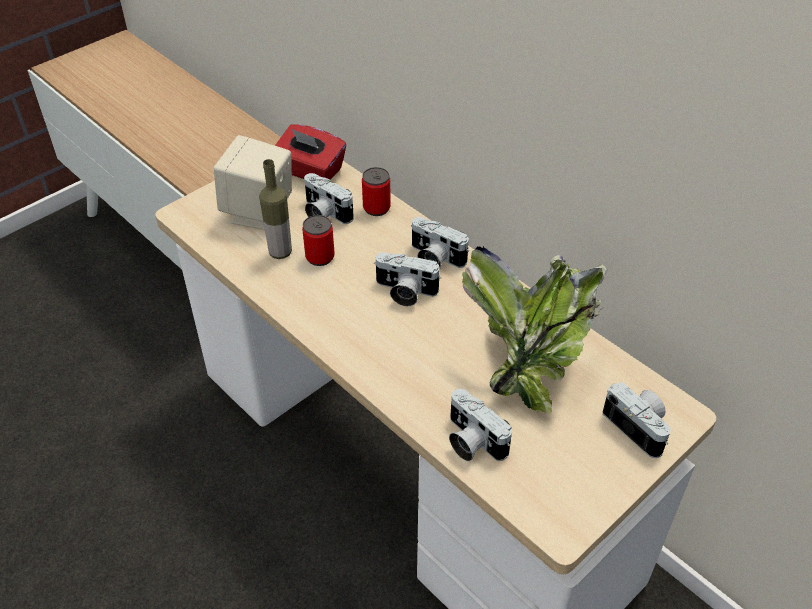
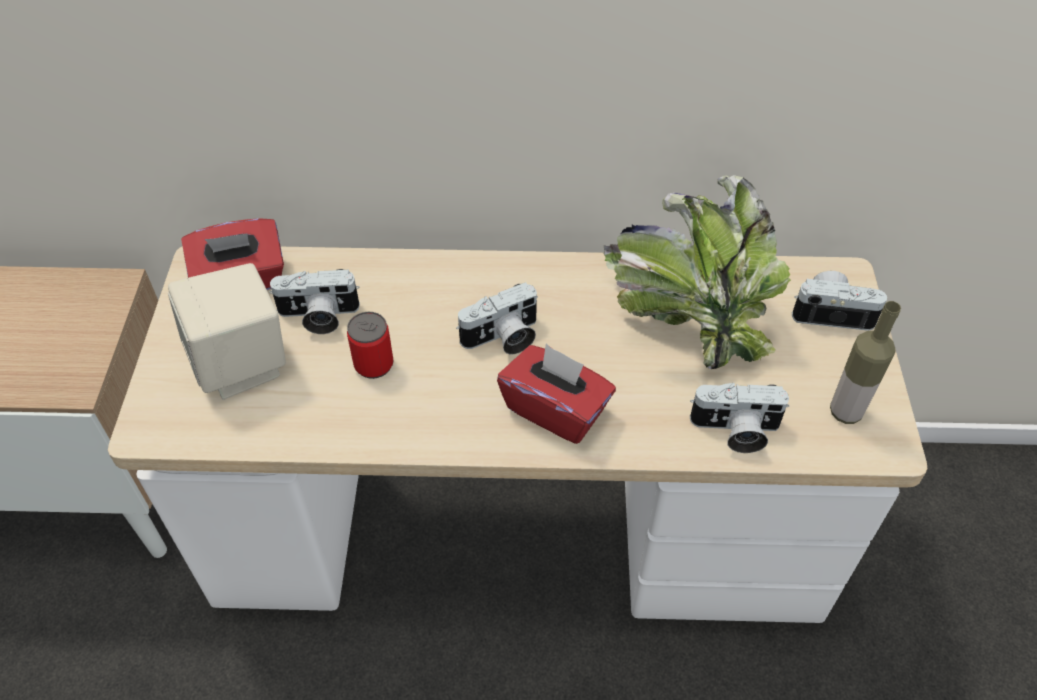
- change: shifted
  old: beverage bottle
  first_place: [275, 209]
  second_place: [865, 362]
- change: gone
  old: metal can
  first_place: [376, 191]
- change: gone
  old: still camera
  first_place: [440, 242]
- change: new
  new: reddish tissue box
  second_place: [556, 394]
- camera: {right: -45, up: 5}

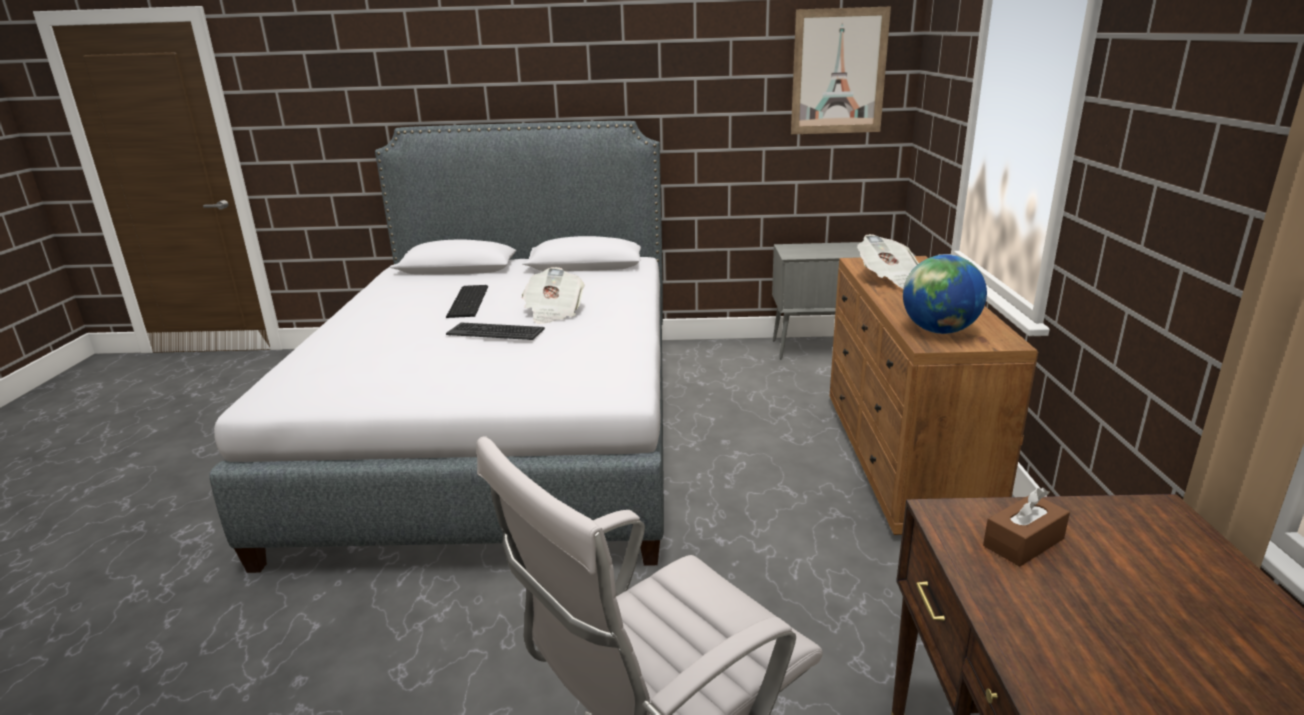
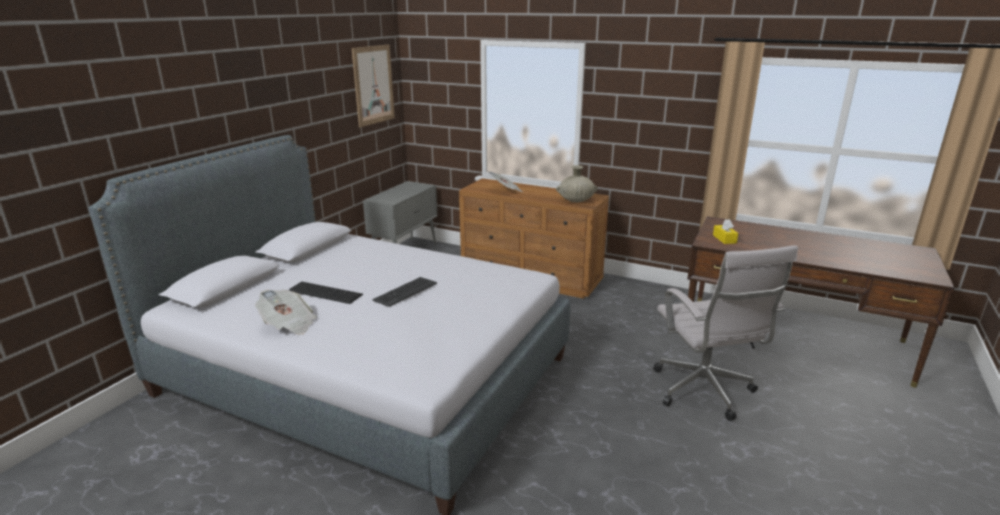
- change: swapped
  old: globe
  new: beige-coloured decorative vase
  first_place: [945, 294]
  second_place: [577, 183]
- change: shifted
  old: daily paper
  first_place: [553, 295]
  second_place: [286, 312]
- change: repainted
  old: brownish tissue box
  new: yellow-coloured tissue box
  first_place: [1026, 527]
  second_place: [725, 231]
- camera: {right: -65, up: 0}

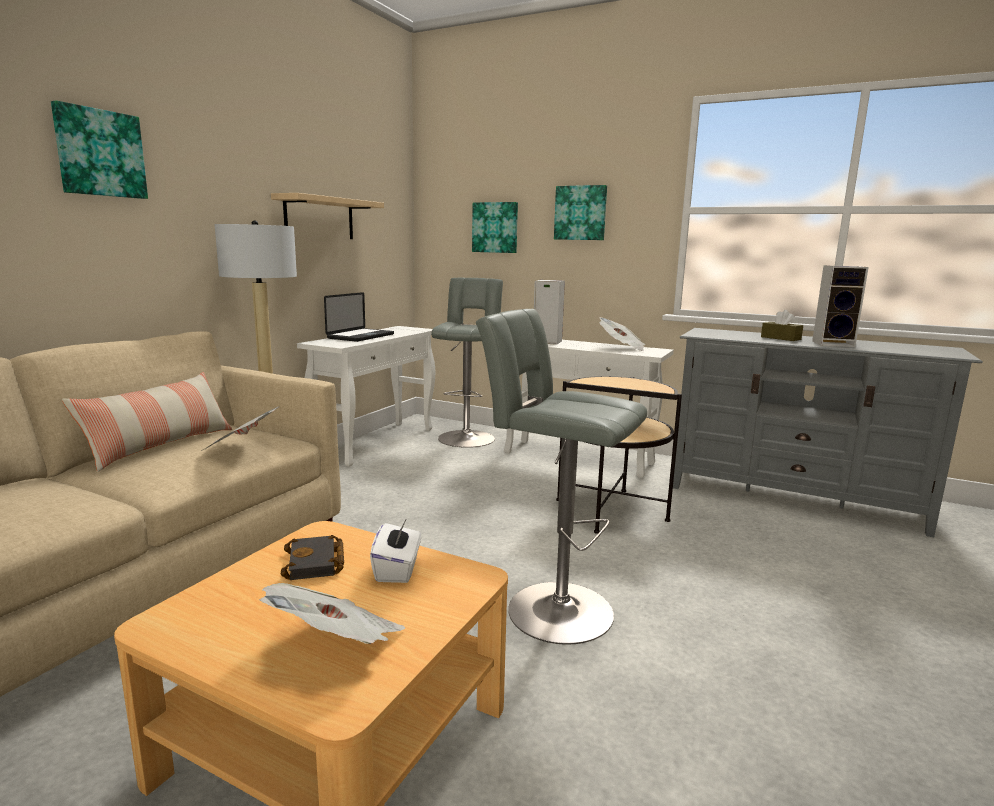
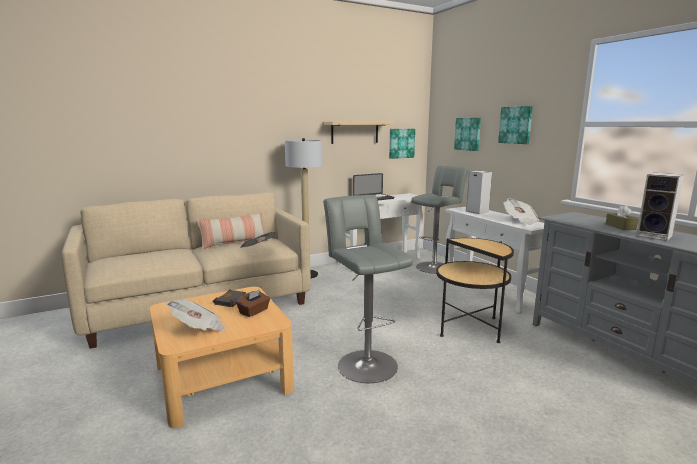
- change: shifted
  old: wall picture
  first_place: [99, 150]
  second_place: [402, 144]
- change: repainted
  old: whitish tissue box
  new: brownish tissue box
  first_place: [395, 550]
  second_place: [253, 303]
- camera: {right: 35, up: 0}

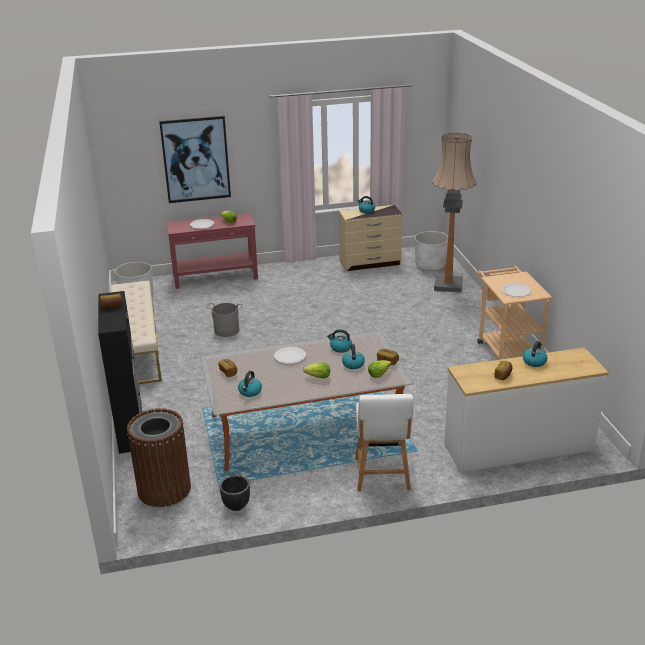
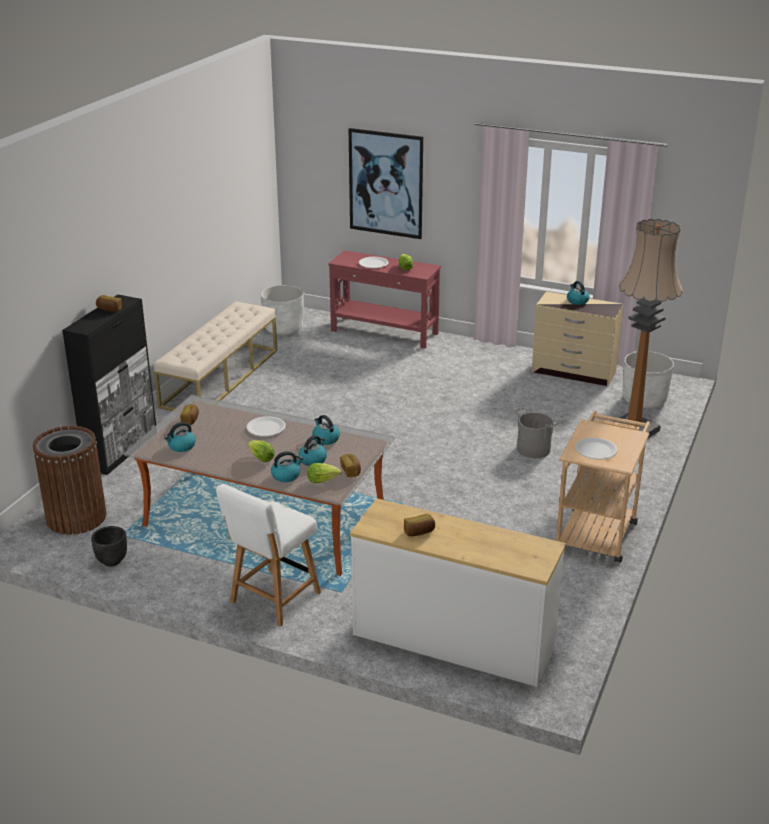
- change: shifted
  old: gray water bucket
  first_place: [225, 320]
  second_place: [536, 432]
- change: shifted
  old: water kettle
  first_place: [535, 354]
  second_place: [287, 466]
- camera: {right: 35, up: 0}

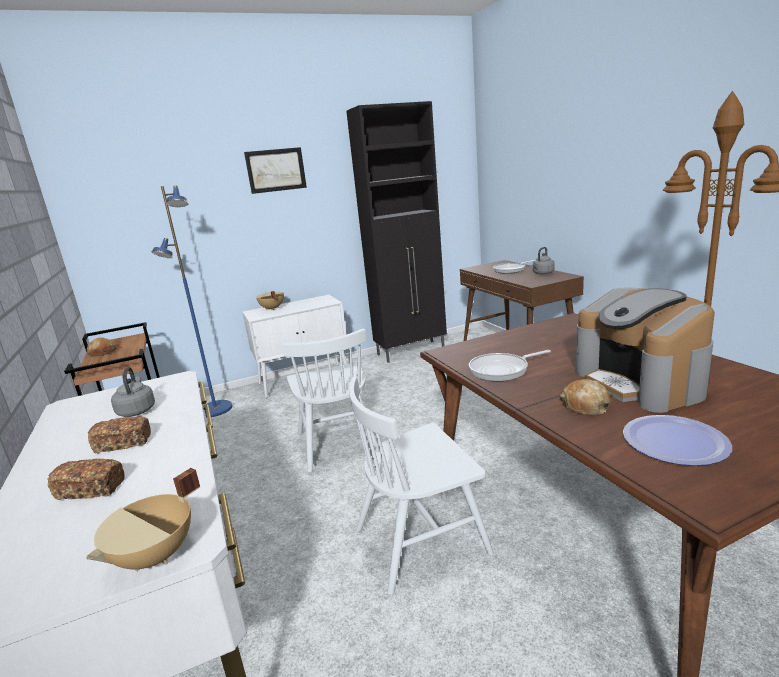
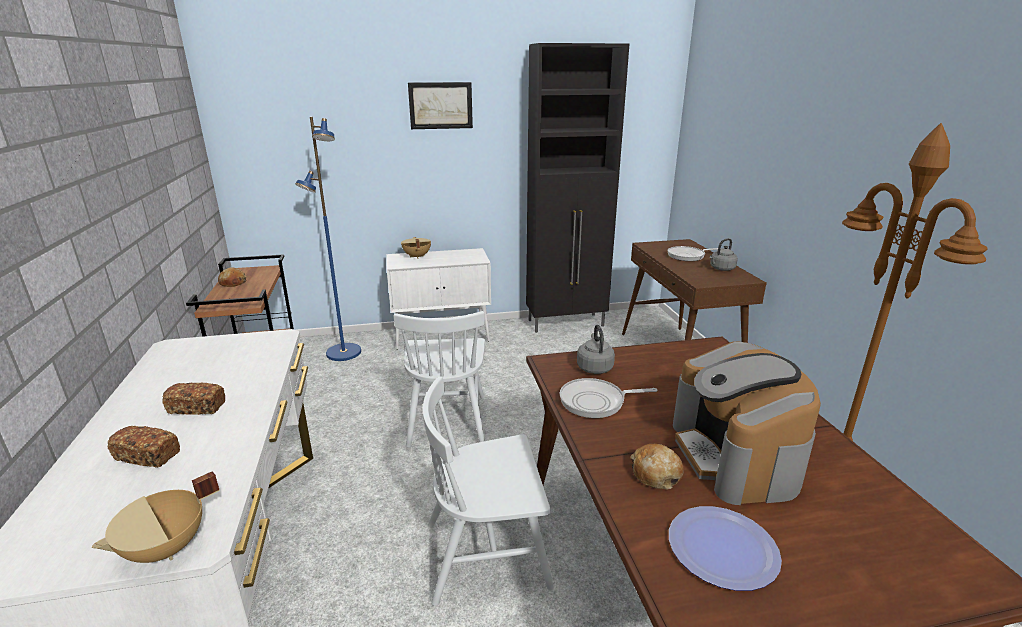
- change: shifted
  old: gray water kettle
  first_place: [133, 392]
  second_place: [596, 349]
- camera: {right: 10, up: 5}

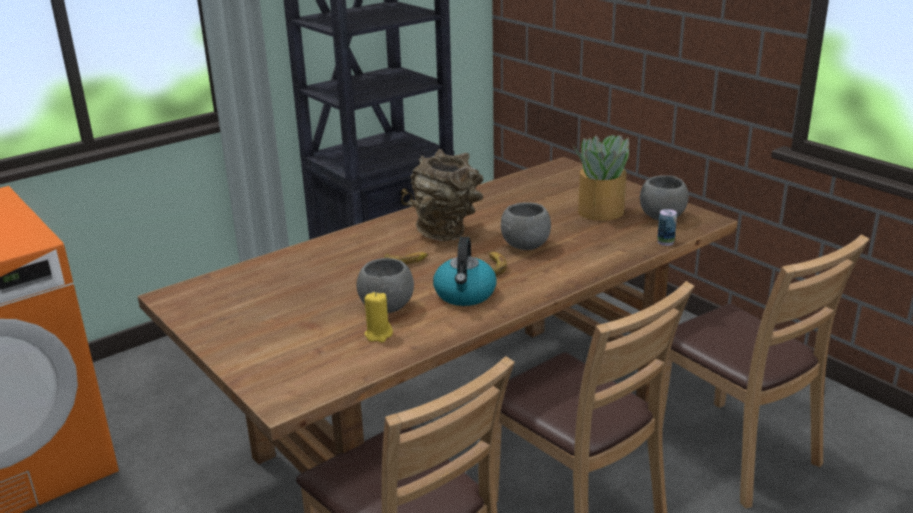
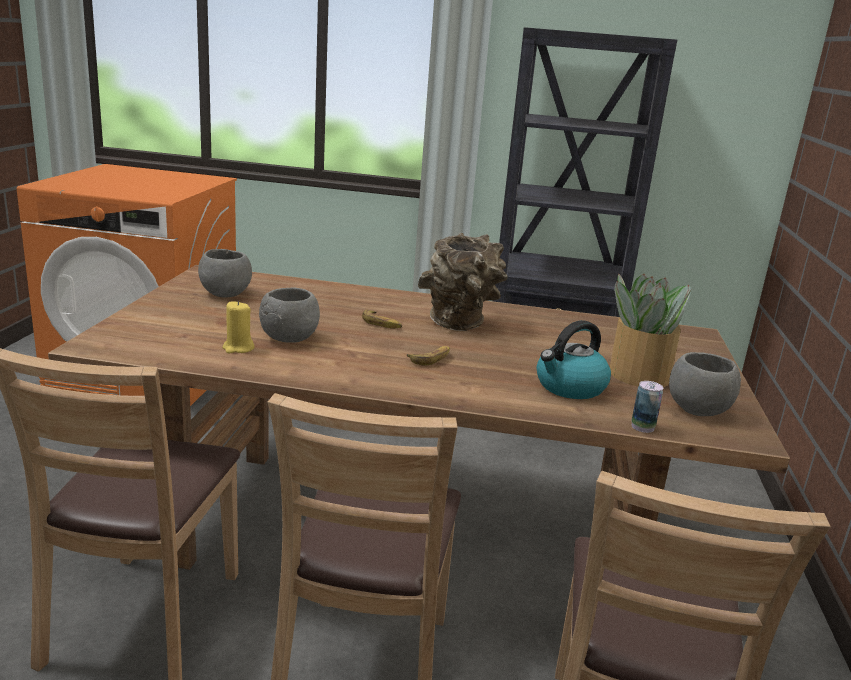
- change: shifted
  old: gray serving bowl
  first_place: [526, 226]
  second_place: [225, 273]
- change: shifted
  old: water kettle
  first_place: [465, 271]
  second_place: [574, 359]
- camera: {right: 45, up: -5}

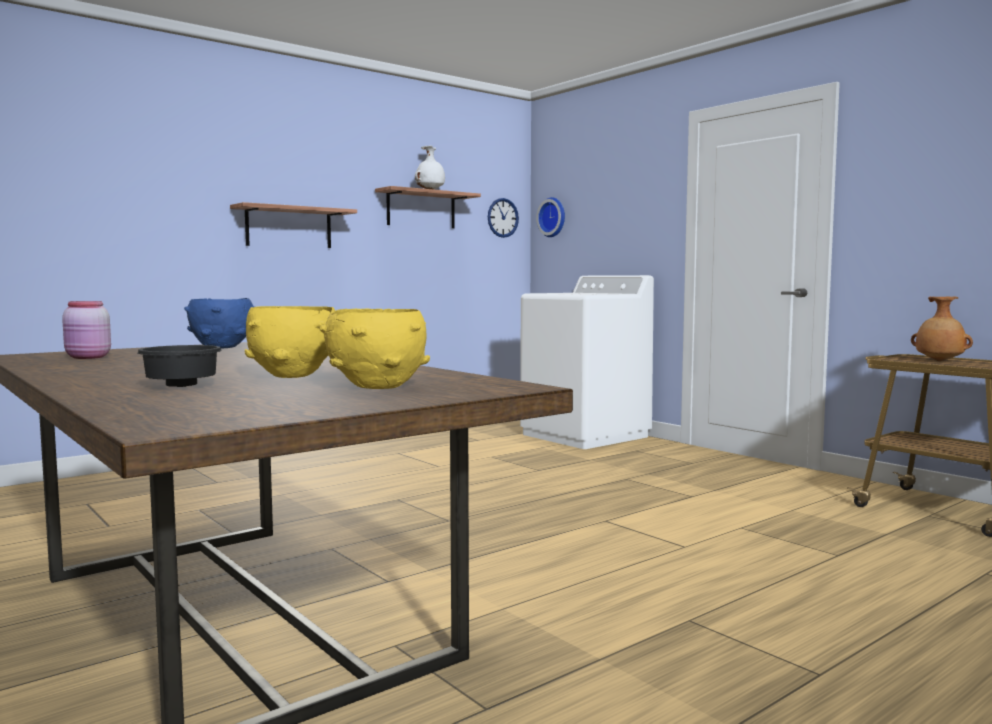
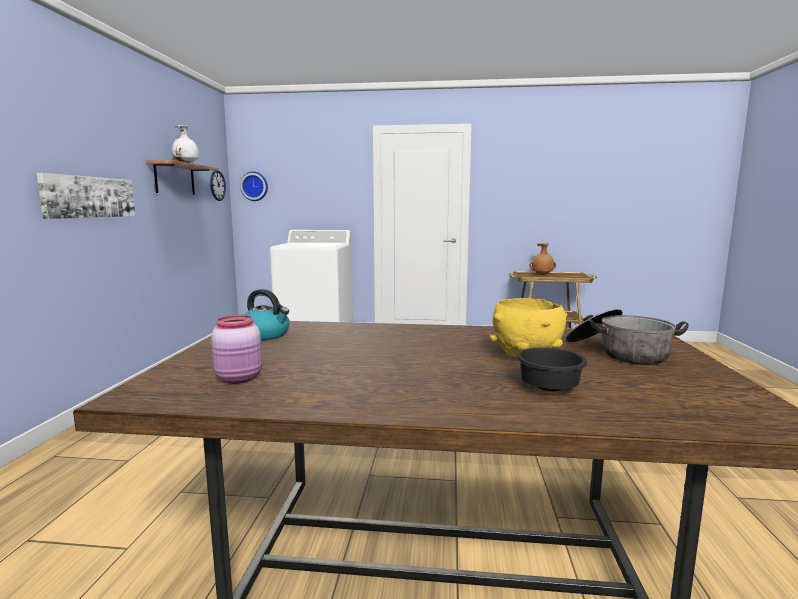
- change: swapped
  old: shelf
  new: wall picture
  first_place: [293, 225]
  second_place: [85, 196]
- change: swapped
  old: blue serving bowl
  new: water kettle
  first_place: [219, 323]
  second_place: [267, 314]
- change: swapped
  old: yellow-coloured serving bowl
  new: saucepot
  first_place: [375, 348]
  second_place: [627, 337]
- camera: {right: -45, up: 5}

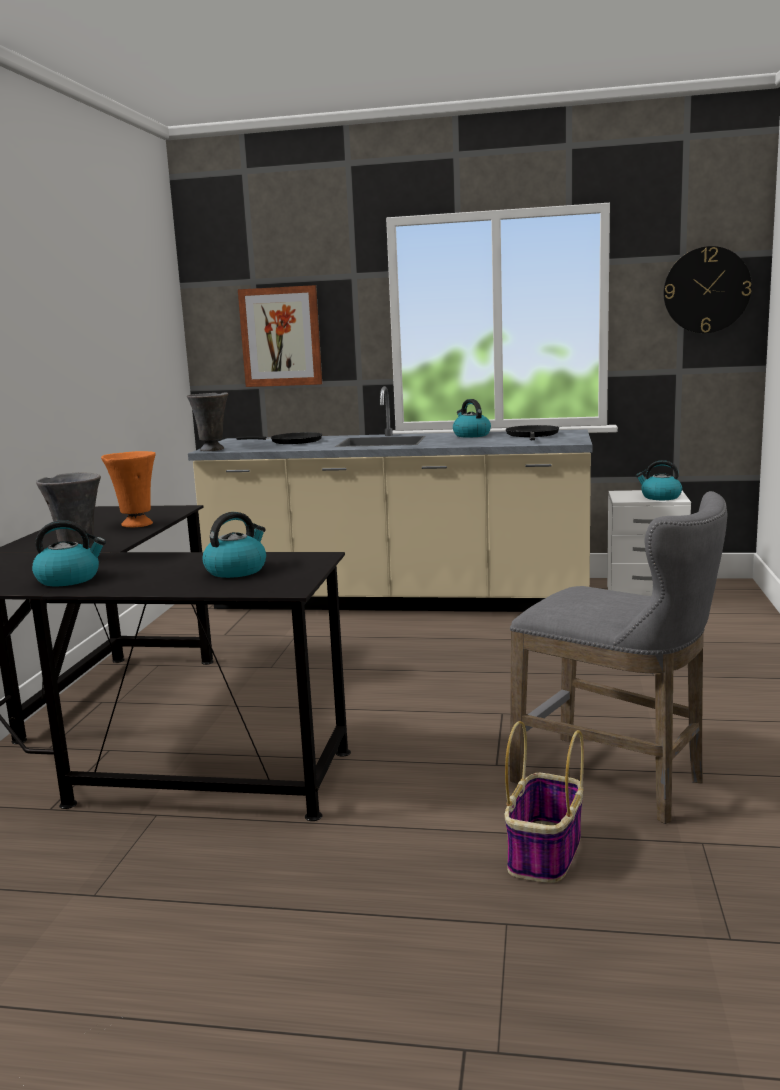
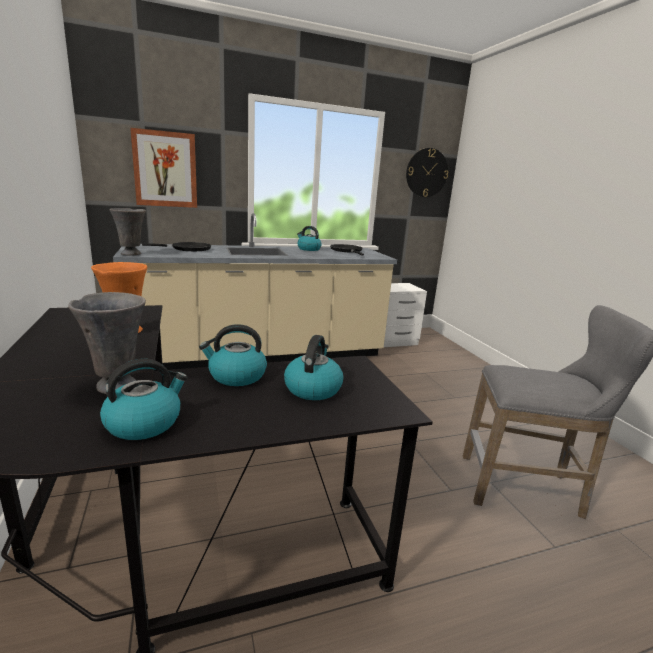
- change: shifted
  old: water kettle
  first_place: [659, 480]
  second_place: [233, 355]
- change: gone
  old: household basket
  first_place: [544, 802]
- camera: {right: -30, up: 5}

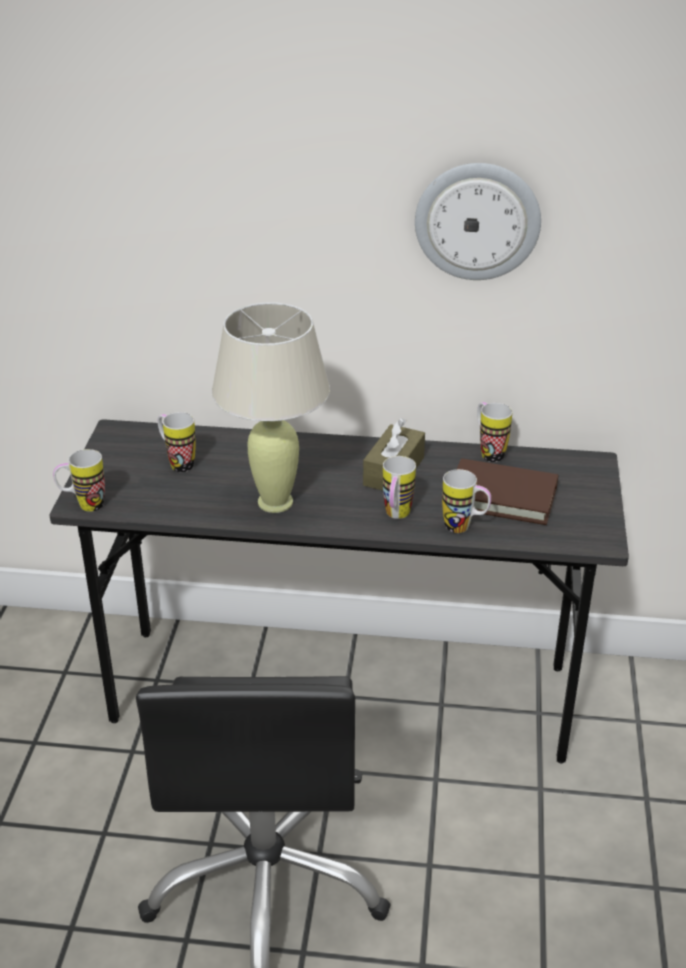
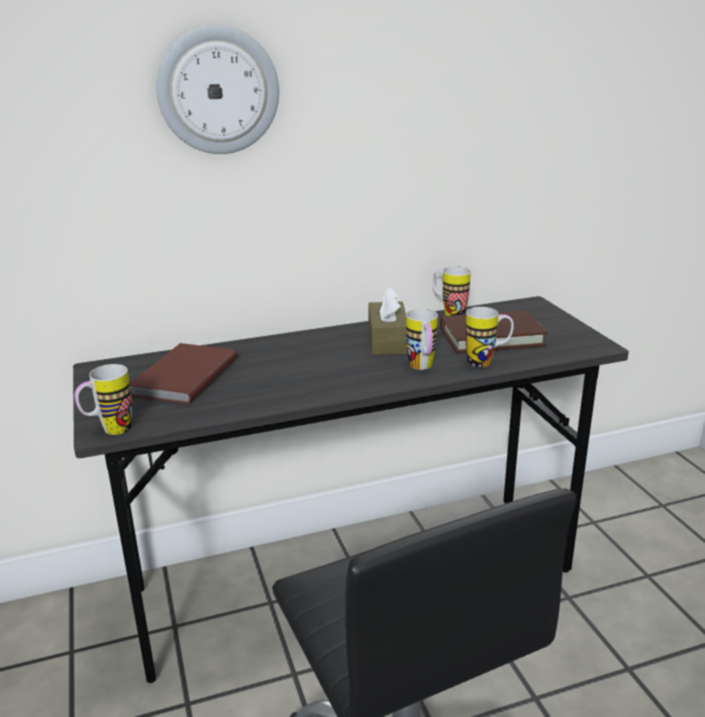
- change: shifted
  old: hanging clock
  first_place: [478, 221]
  second_place: [218, 89]
- change: gone
  old: beige-coloured tabletop lamp
  first_place: [271, 407]
- change: swapped
  old: coffee mug
  new: brownish volume
  first_place: [177, 442]
  second_place: [183, 373]
- camera: {right: -25, up: -10}

